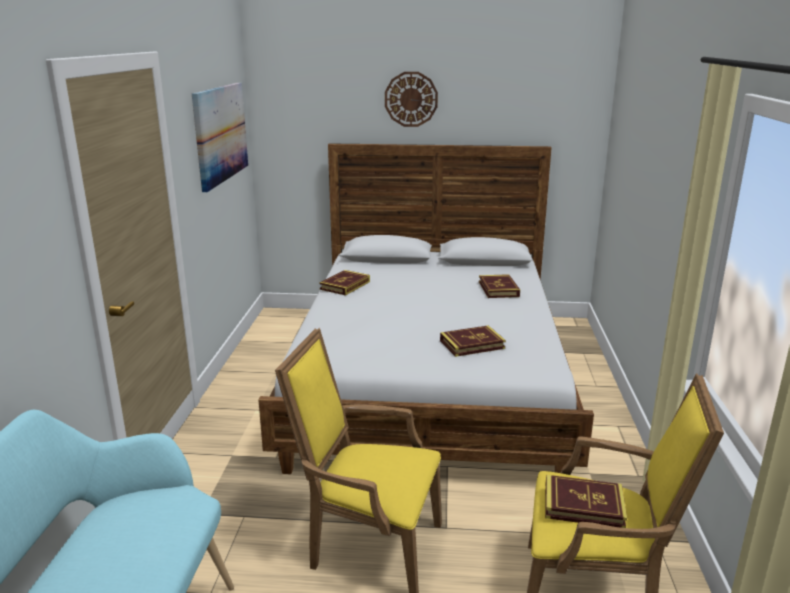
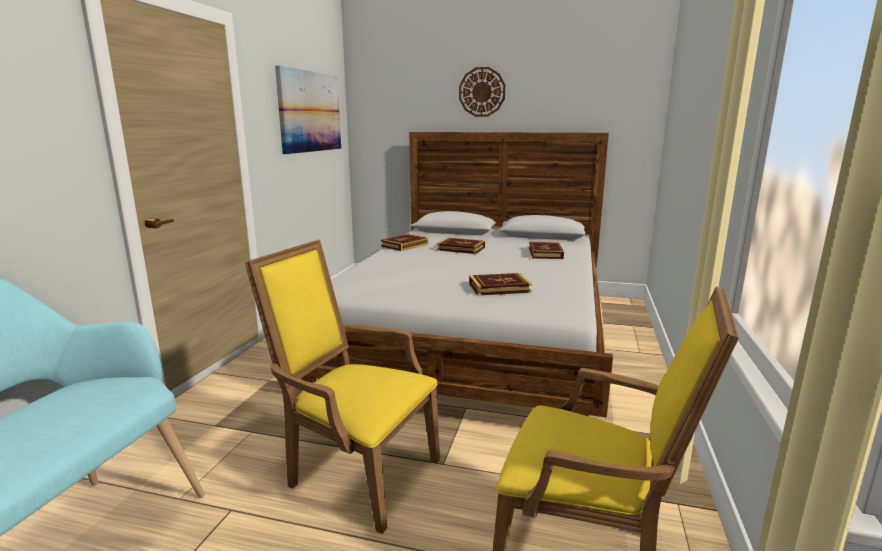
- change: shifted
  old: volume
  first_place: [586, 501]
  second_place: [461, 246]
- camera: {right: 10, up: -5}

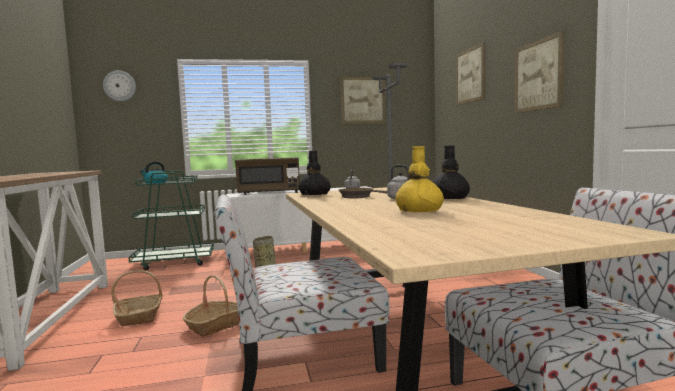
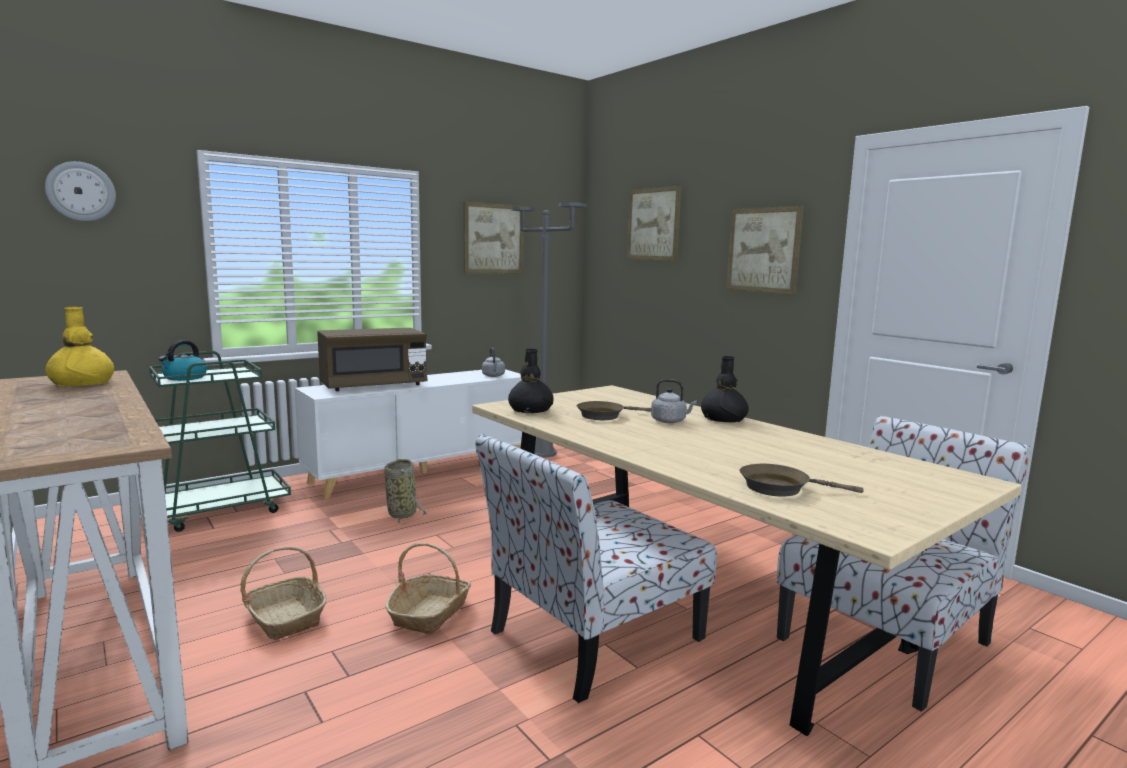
- change: shifted
  old: yellow-coloured decorative vase
  first_place: [420, 179]
  second_place: [79, 346]
- change: new
  new: brownish pan
  second_place: [802, 480]
- camera: {right: -25, up: 5}

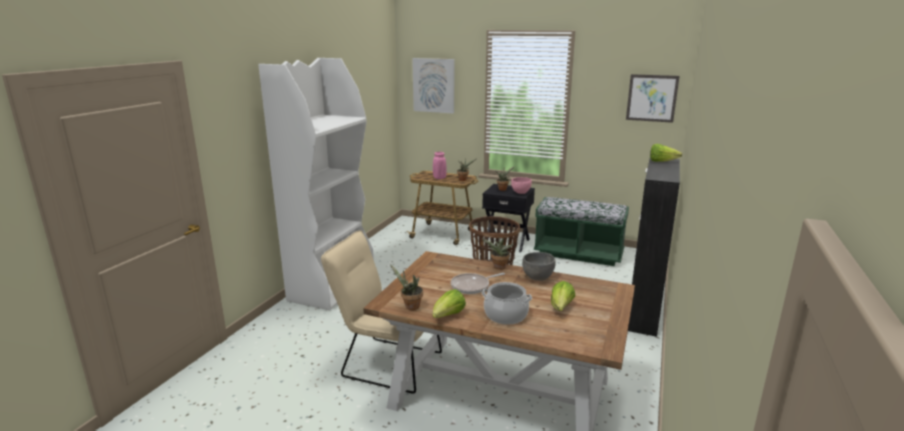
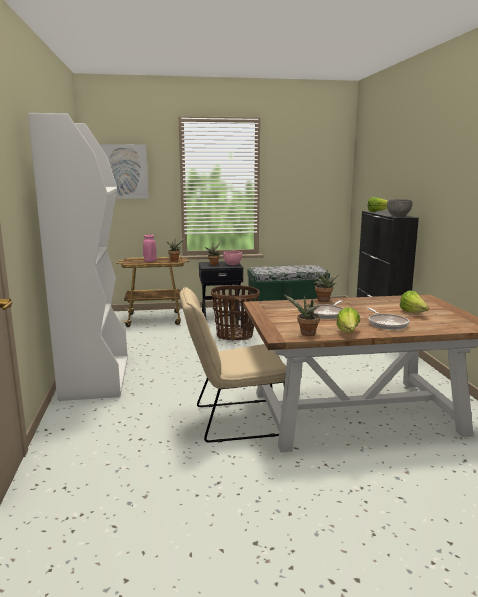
- change: gone
  old: wall picture
  first_place: [653, 98]
- change: shifted
  old: gray serving bowl
  first_place: [539, 266]
  second_place: [399, 208]
- change: swapped
  old: saucepot
  new: pan
  first_place: [507, 303]
  second_place: [388, 319]
- camera: {right: -30, up: -5}

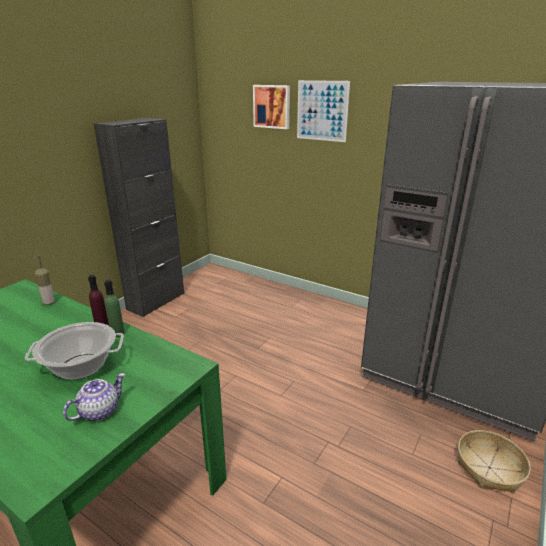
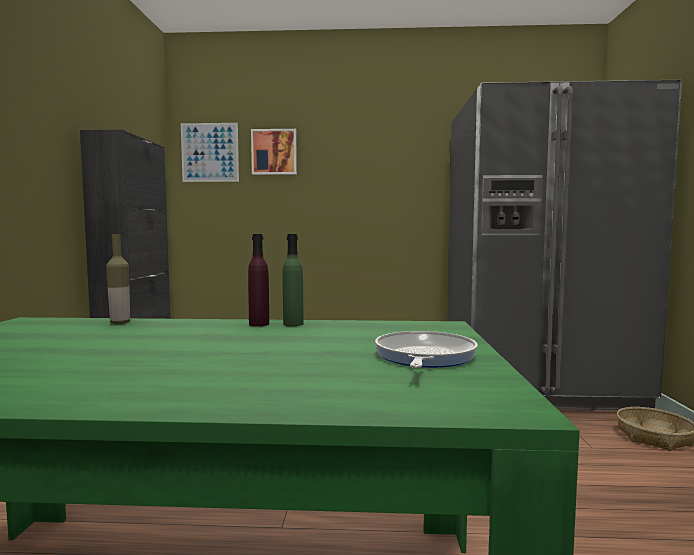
- change: shifted
  old: wall picture
  first_place: [323, 111]
  second_place: [210, 152]
- change: gone
  old: saucepot
  first_place: [74, 351]
- change: swapped
  old: pot for tea
  new: pan
  first_place: [94, 397]
  second_place: [426, 349]
- camera: {right: -30, up: -20}

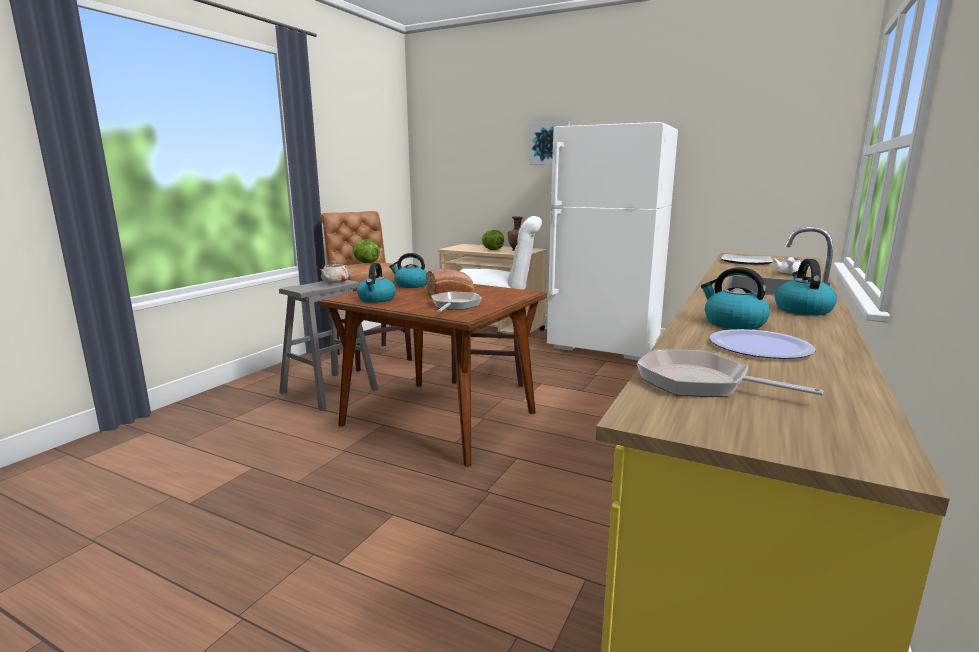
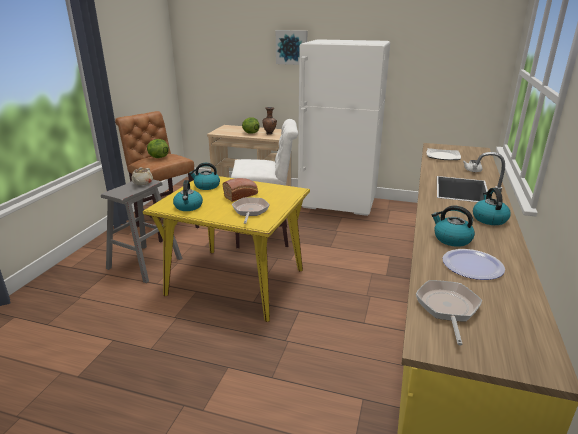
- change: repainted
  old: brownish dining table
  new: yellow-coloured dining table
  first_place: [432, 374]
  second_place: [226, 249]
- change: rotated
  old: pan
  first_place: [730, 373]
  second_place: [449, 312]
  degrees: 75
- camera: {right: -10, up: 10}

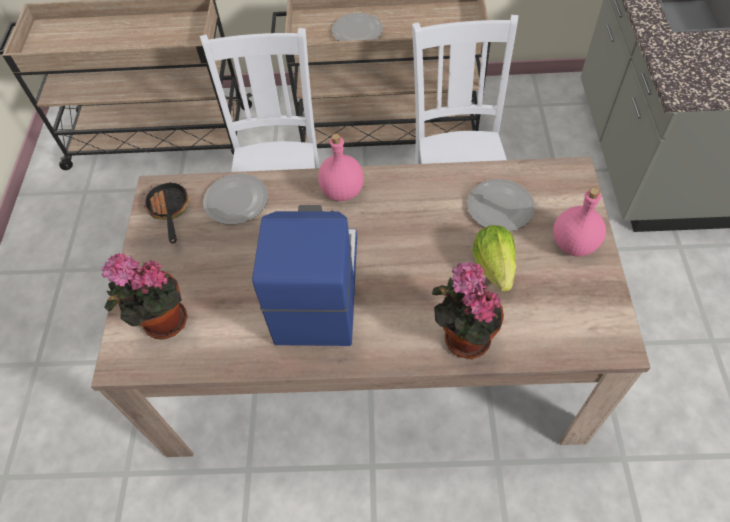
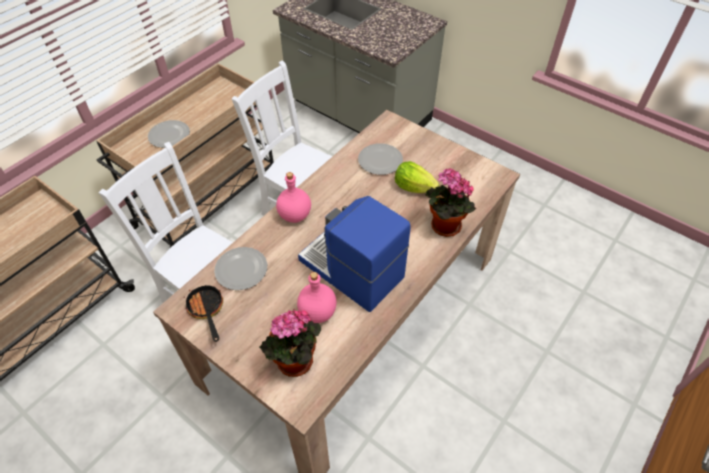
- change: rotated
  old: pan
  first_place: [166, 213]
  second_place: [203, 313]
  degrees: 45
- change: shifted
  old: pinkish beverage bottle
  first_place: [579, 221]
  second_place: [316, 297]
- camera: {right: -55, up: -5}

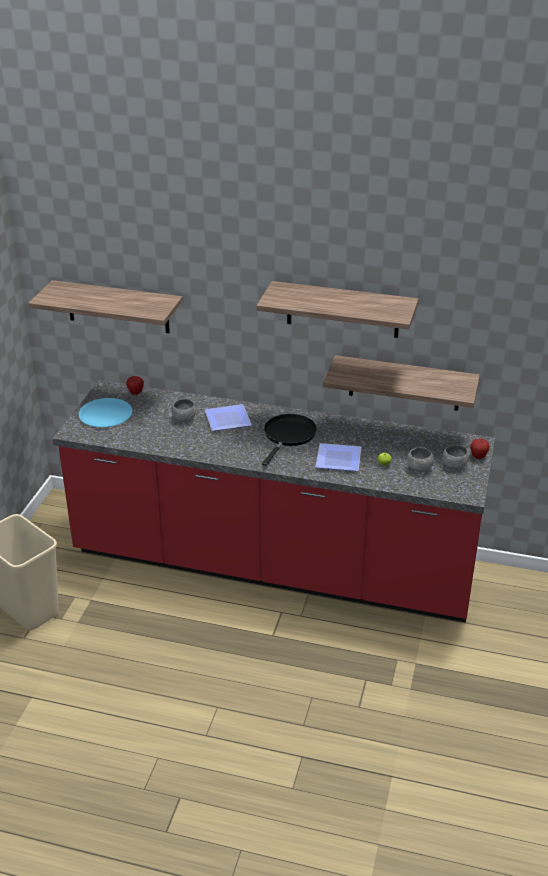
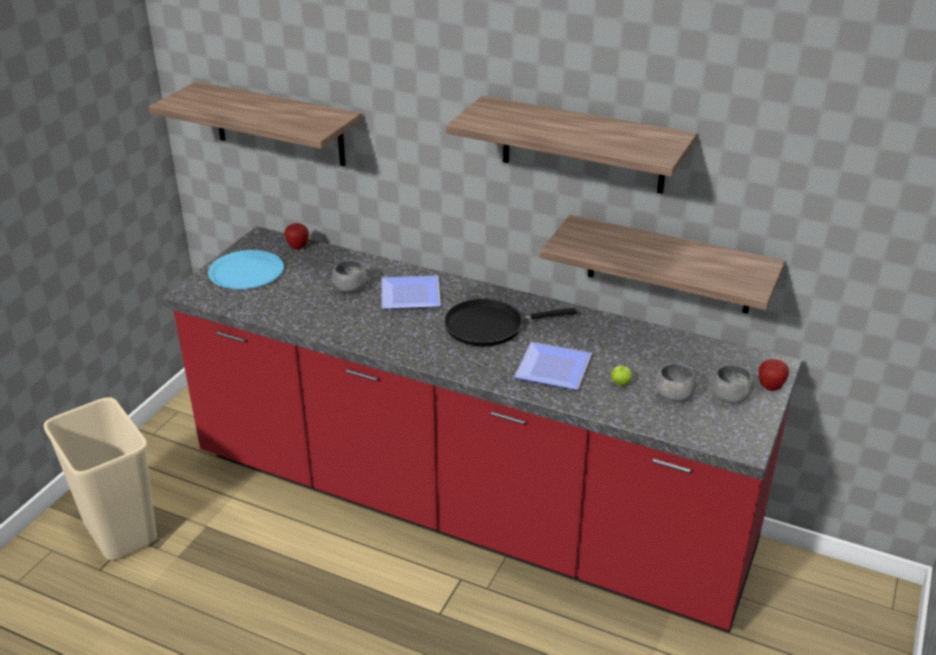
- change: rotated
  old: black pan
  first_place: [289, 440]
  second_place: [510, 322]
  degrees: -135
- camera: {right: 10, up: 0}

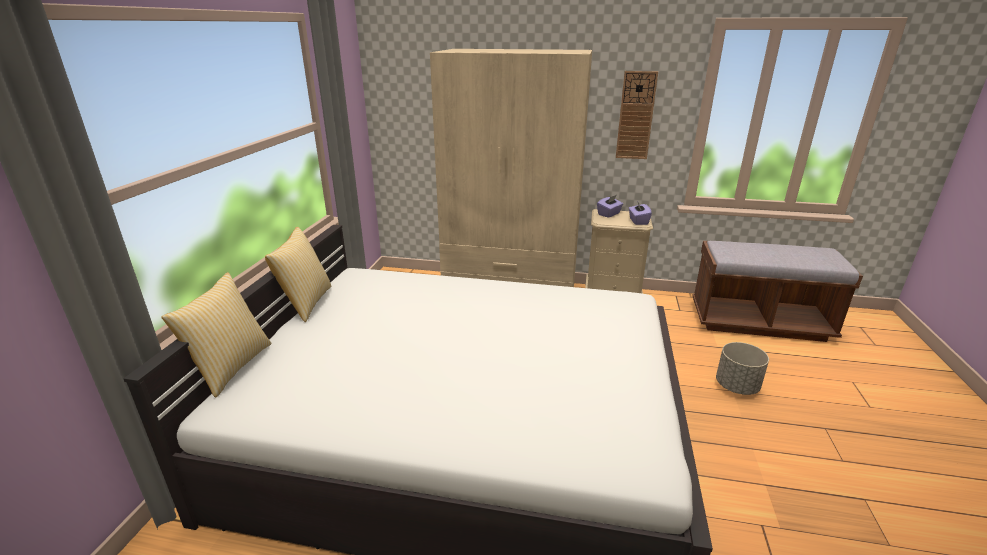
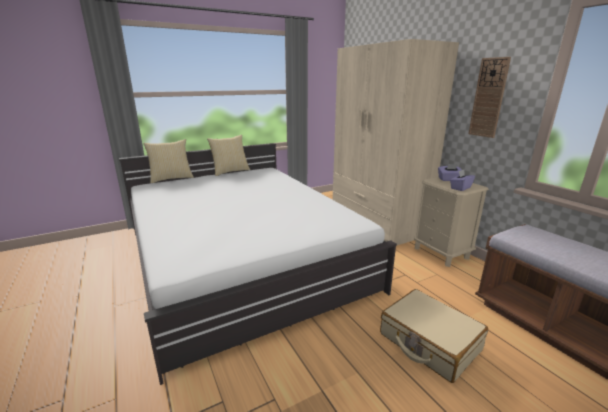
- change: swapped
  old: gray plant pot
  new: beige-coloured piece of luggage
  first_place: [742, 368]
  second_place: [434, 336]
- camera: {right: 50, up: -5}

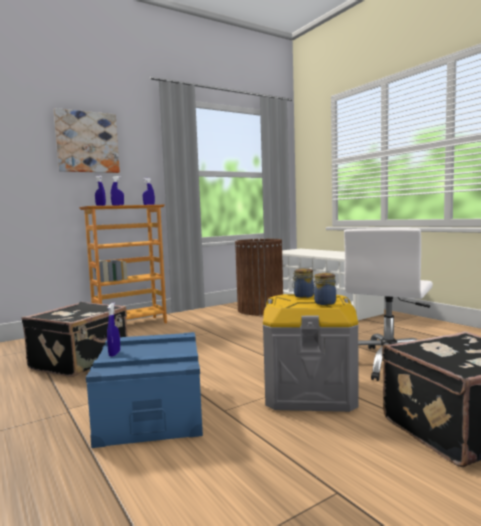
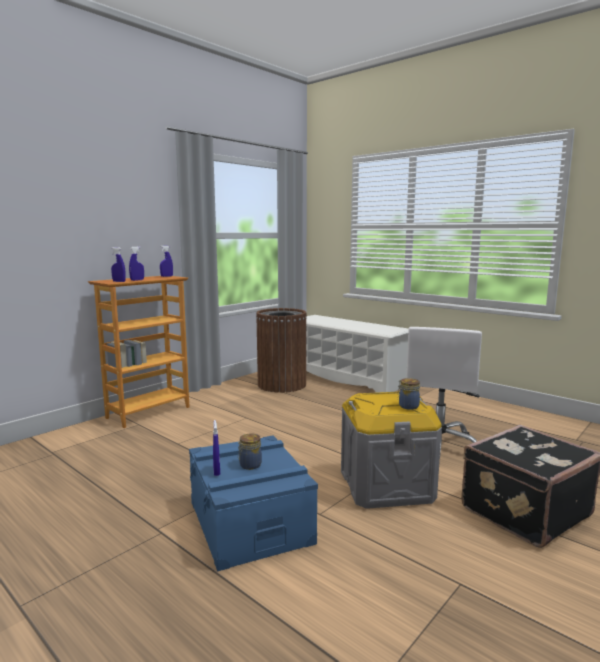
- change: gone
  old: wall picture
  first_place: [87, 140]
- change: shifted
  old: jar
  first_place: [303, 283]
  second_place: [250, 451]
- change: gone
  old: black piece of luggage
  first_place: [74, 339]
- camera: {right: -15, up: 5}

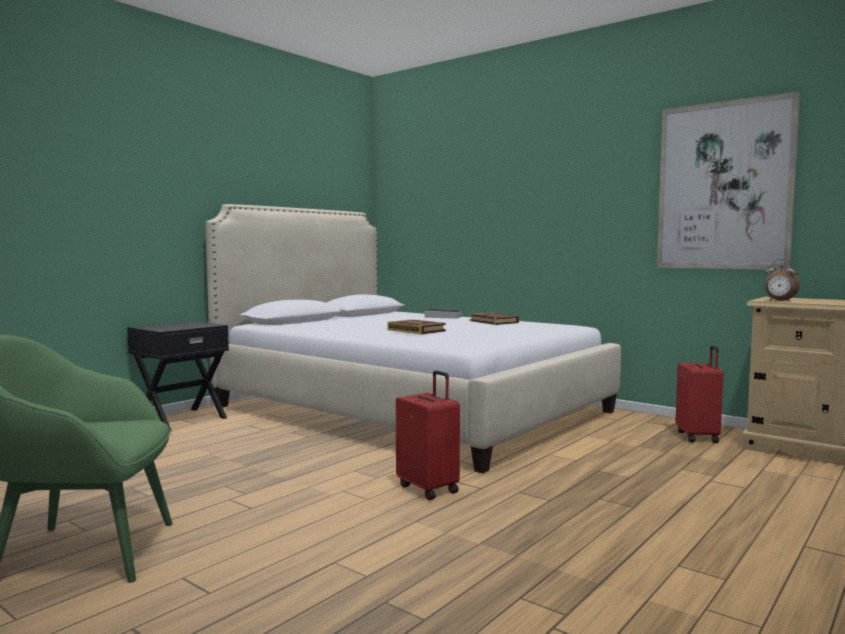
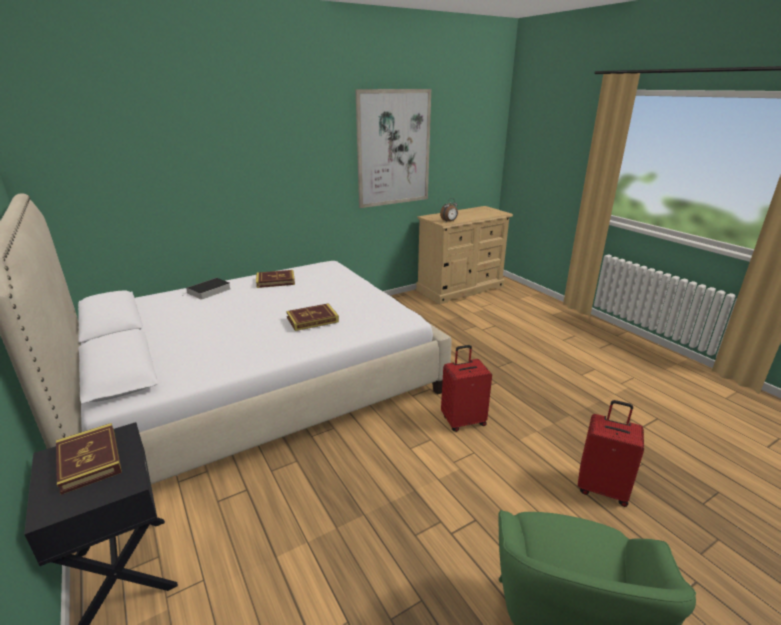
- change: shifted
  old: reddish piece of luggage
  first_place: [699, 394]
  second_place: [611, 453]
- change: new
  new: volume
  second_place: [89, 459]
- camera: {right: -70, up: 20}

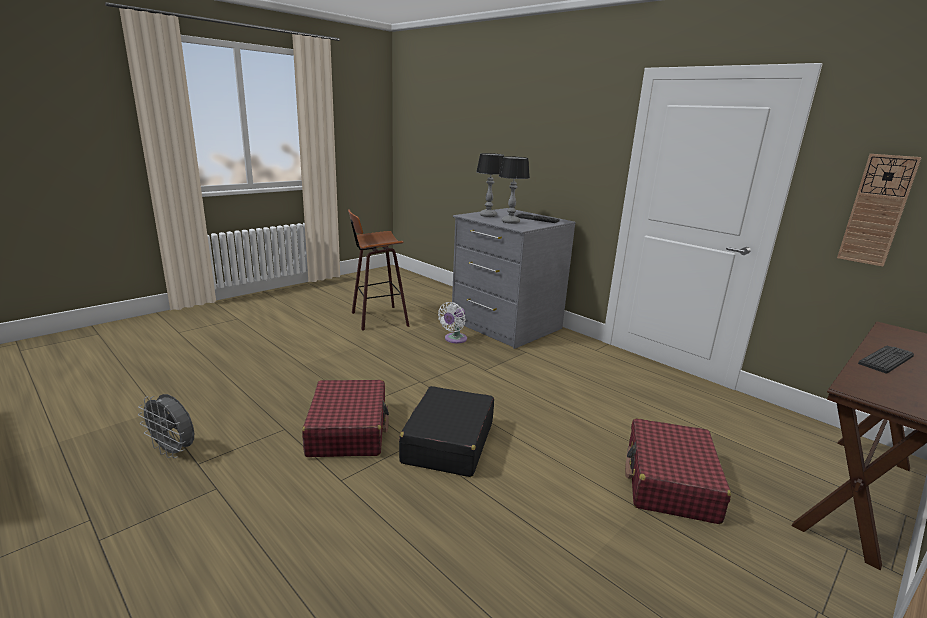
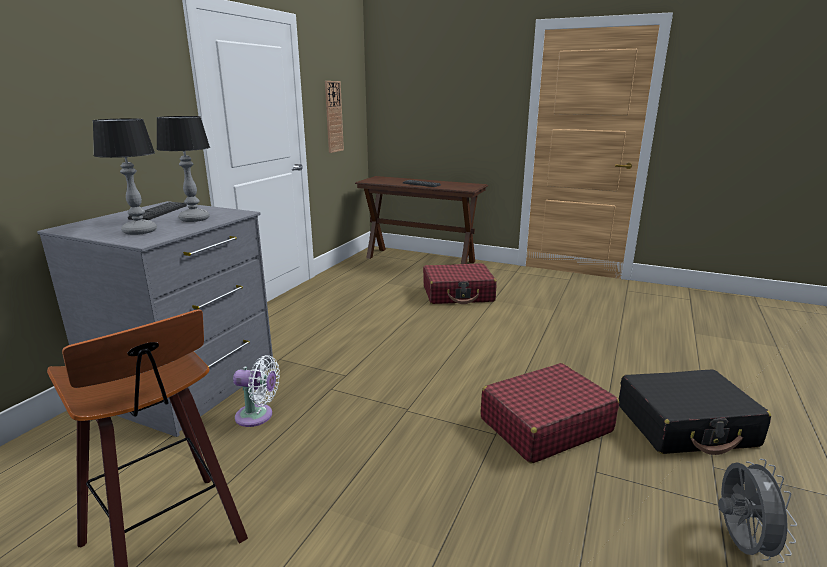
- change: shifted
  old: black piece of luggage
  first_place: [446, 431]
  second_place: [695, 412]
- camera: {right: -110, up: 0}

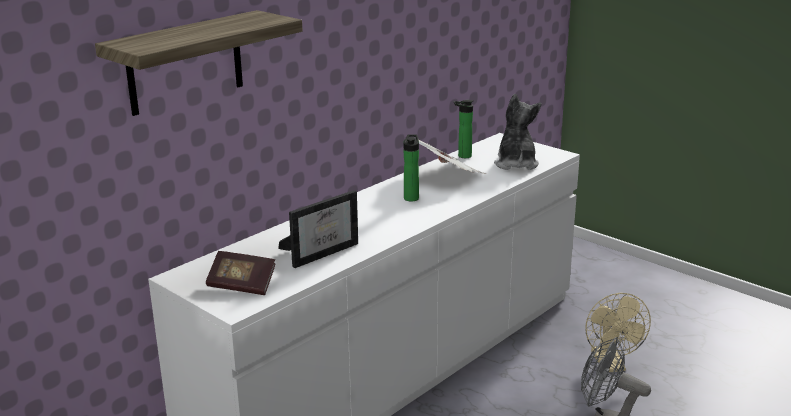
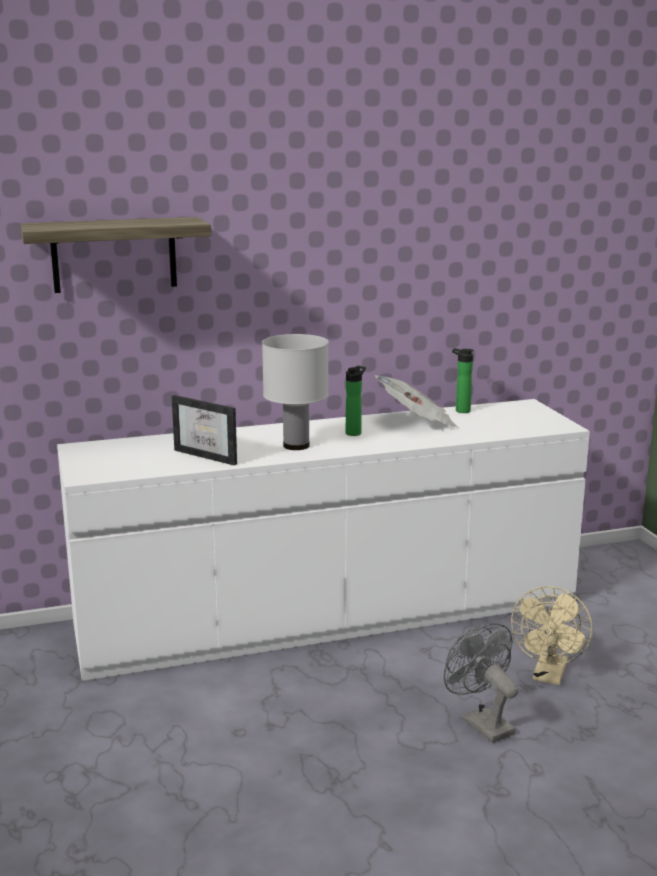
- change: gone
  old: plush toy
  first_place: [517, 132]
- change: rotated
  old: standing frame
  first_place: [318, 229]
  second_place: [204, 430]
  degrees: 45
- change: gone
  old: volume
  first_place: [241, 273]
- change: new
  new: whitish tabletop lamp
  second_place: [295, 392]
- camera: {right: 30, up: -5}

